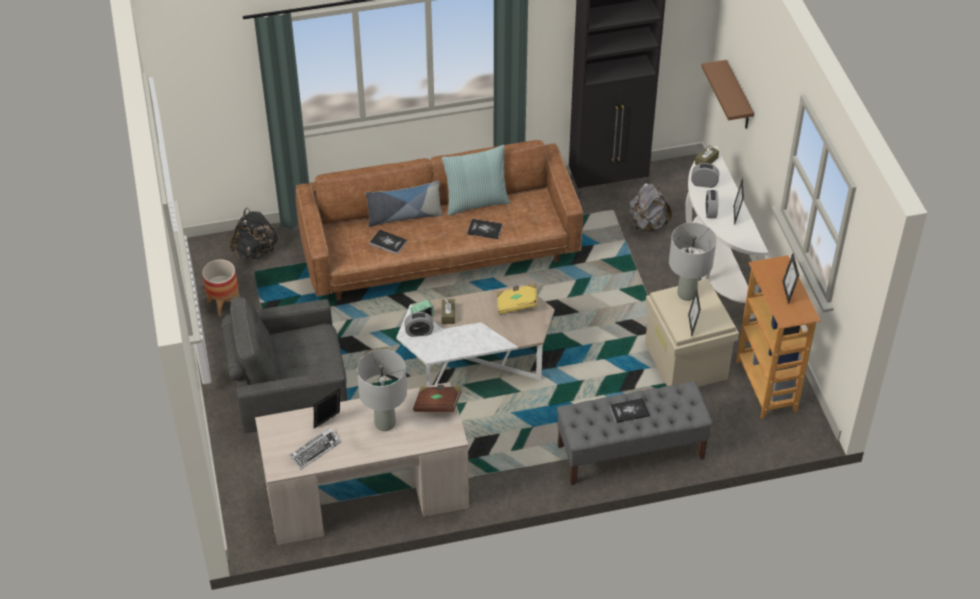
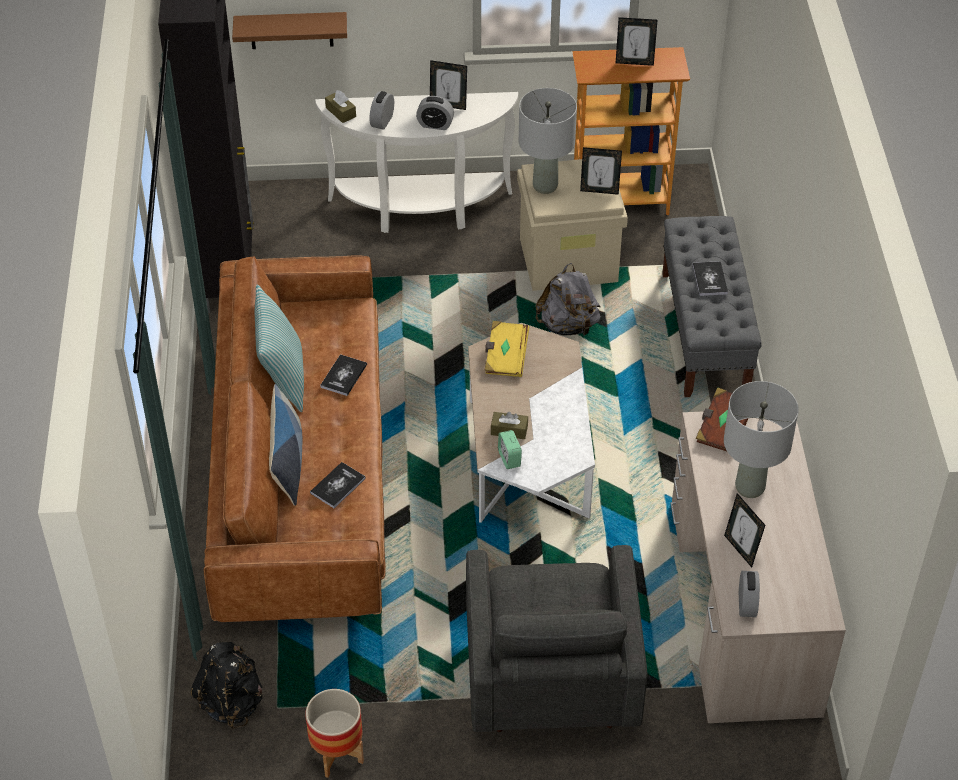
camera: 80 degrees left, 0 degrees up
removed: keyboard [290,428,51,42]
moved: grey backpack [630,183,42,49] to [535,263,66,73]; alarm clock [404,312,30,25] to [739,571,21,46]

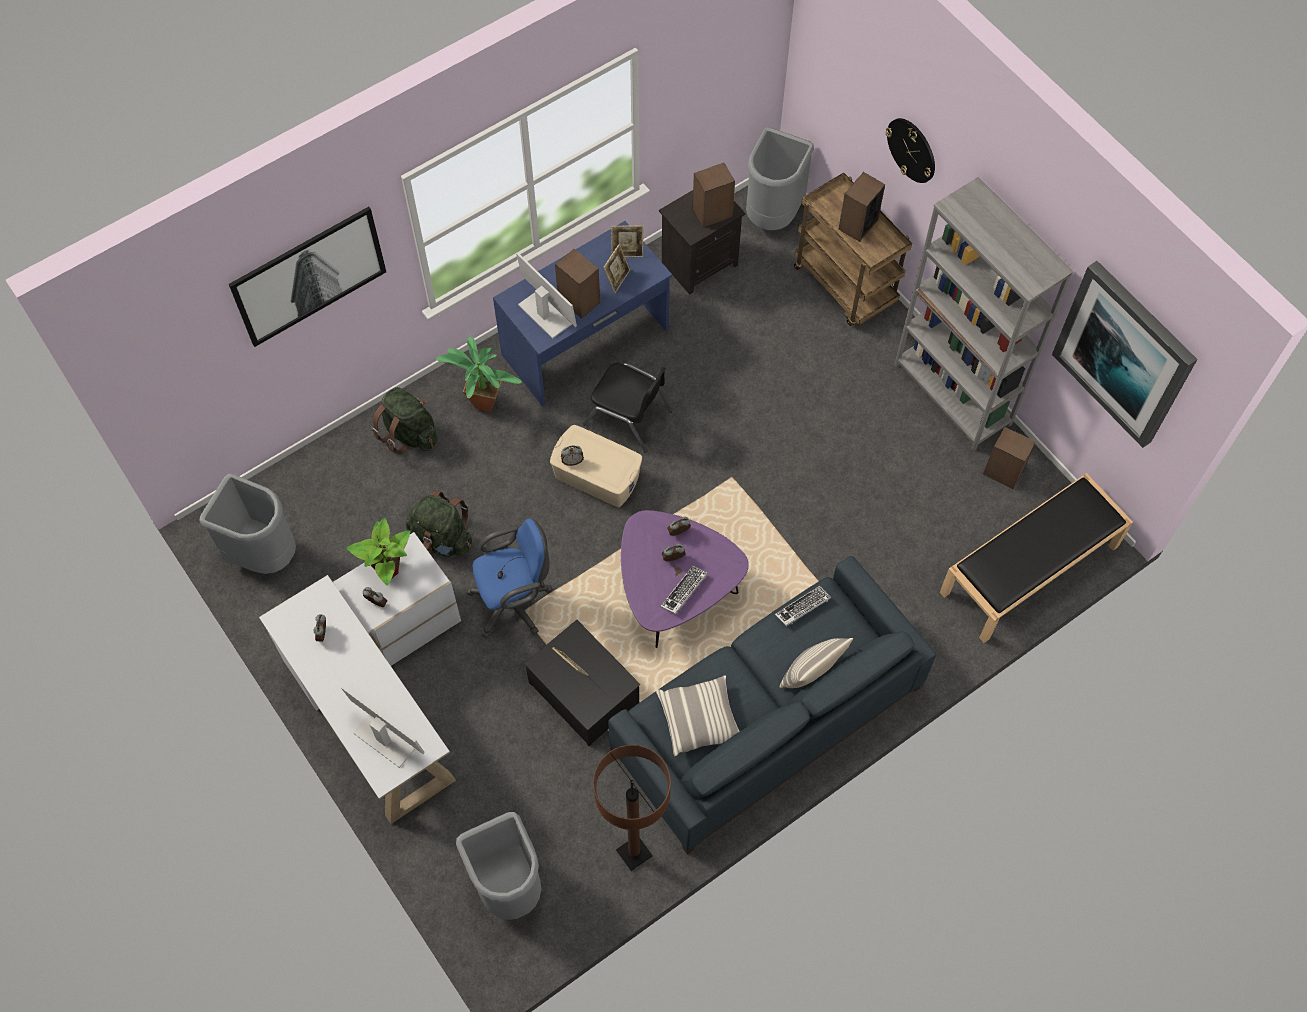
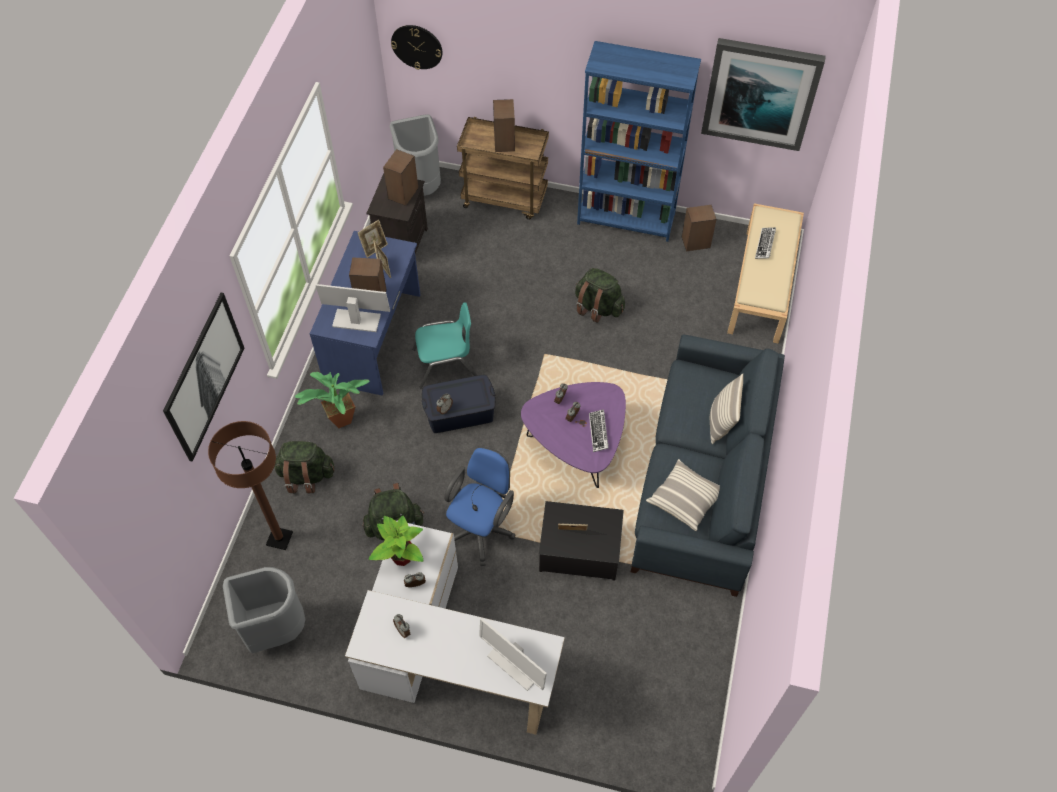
camera: 40 degrees left, 5 degrees down
removed: grey trash can [456,812,86,108]
added: green backpack [575,268,50,55]
moved: brown floor lamp [593,745,78,126] to [208,421,85,129]; wall clock [886,118,49,65] to [391,25,52,45]; keyboard [775,586,56,40] to [755,227,21,32]
recoloured: black chair [583,363,89,90] to turquoise chair [412,302,66,87]; beige storage box [550,425,92,82] to blue storage box [422,375,73,58]; grey bookcase [894,177,180,274] to blue bookcase [577,41,124,201]; black bench [940,473,193,170] to beige bench [727,203,77,141]
turned: monitor [340,686,85,82] = [479,618,68,73] 135 degrees counterclockwise

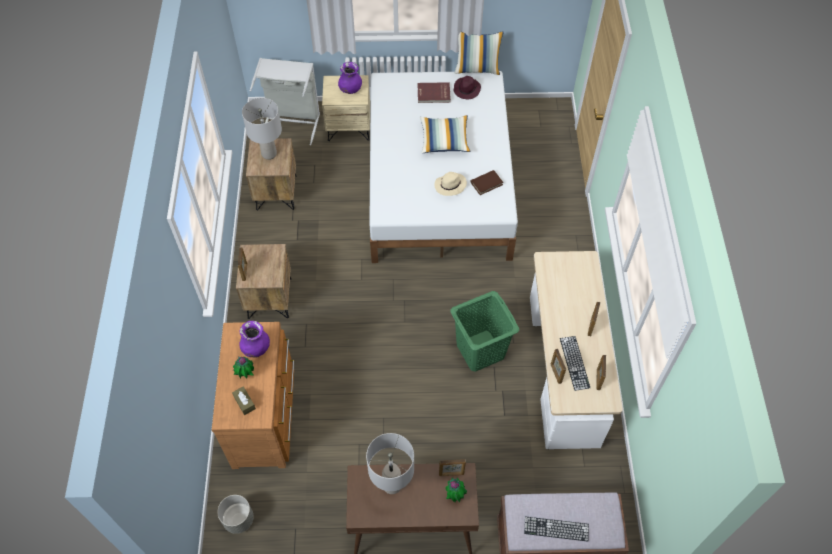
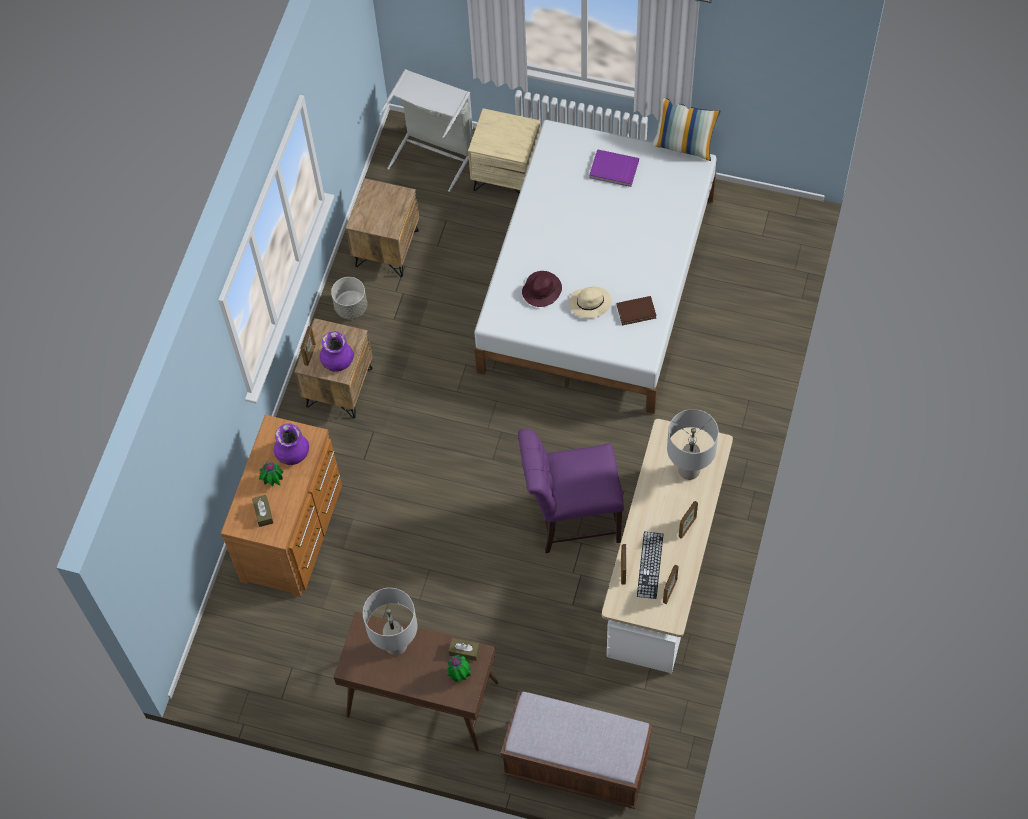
camera: 20 degrees right, 5 degrees up
removed: pillow [420,115,51,38]; keyboard [524,516,65,25]
moved: purple vase [338,62,24,32] to [320,331,34,41]; grey planter [218,495,36,39] to [331,277,36,42]; purple hat [453,76,28,24] to [522,271,40,36]; grey table lamp [242,98,40,62] to [667,409,52,71]
replaced: picture frame [439,459,27,17] to brown tissue box [449,638,31,23]; green laundry basket [450,291,69,81] to purple chair [518,429,106,124]
recoloured: red book [418,82,33,21] to purple book [589,149,50,38]

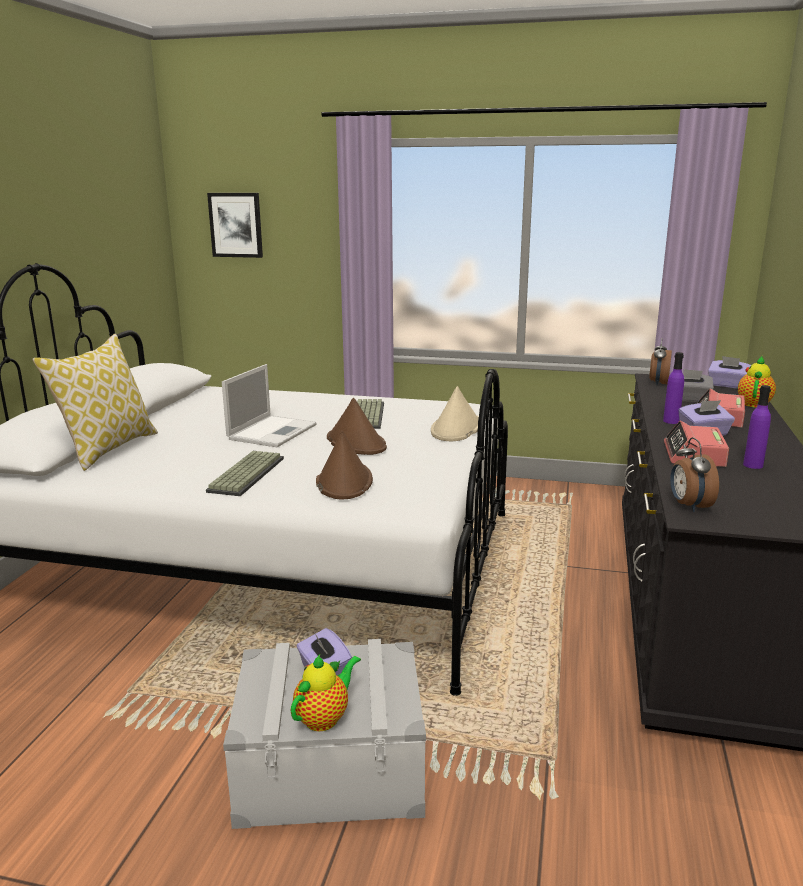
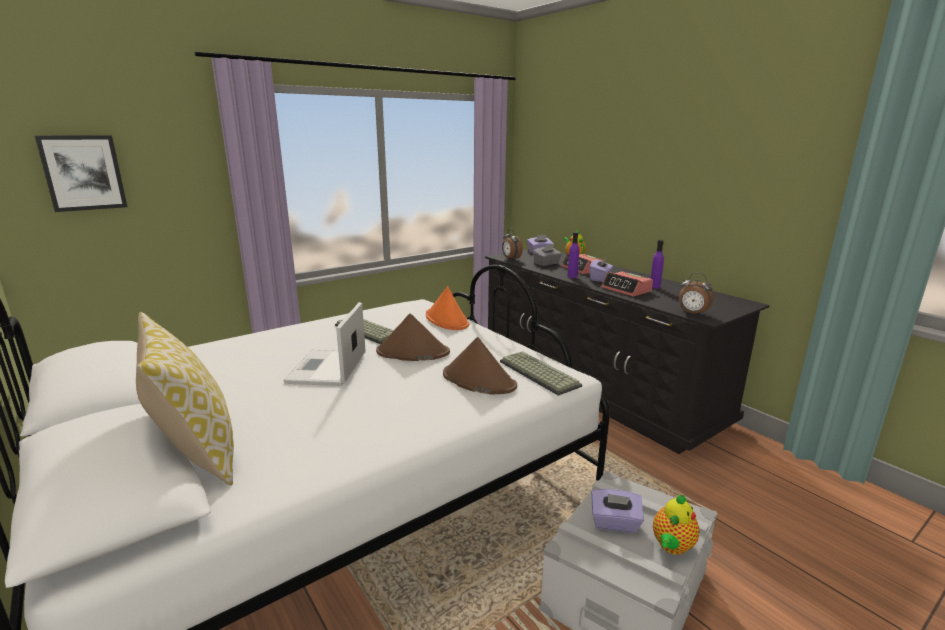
camera: 50 degrees left, 0 degrees up
moved: keyboard [206,451,78,45] to [500,351,82,45]
recoloured: beige hat [431,386,48,55] to orange hat [426,286,43,44]
turned: laptop [222,364,95,83] = [284,302,82,84] 150 degrees counterclockwise; teapot [291,655,70,76] = [653,495,47,60] 135 degrees counterclockwise

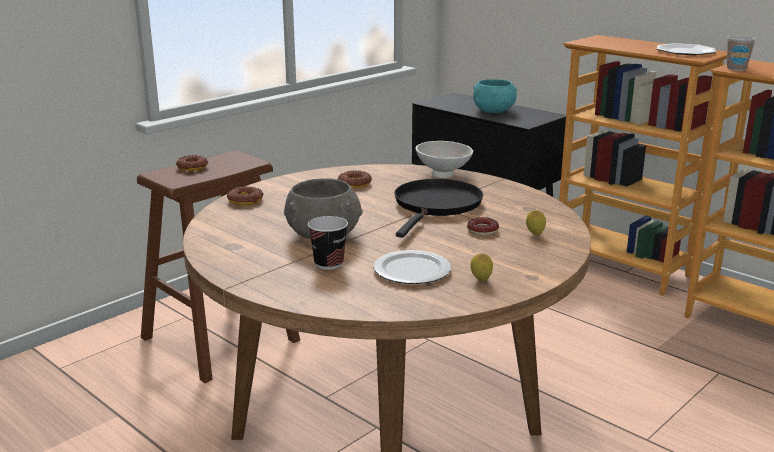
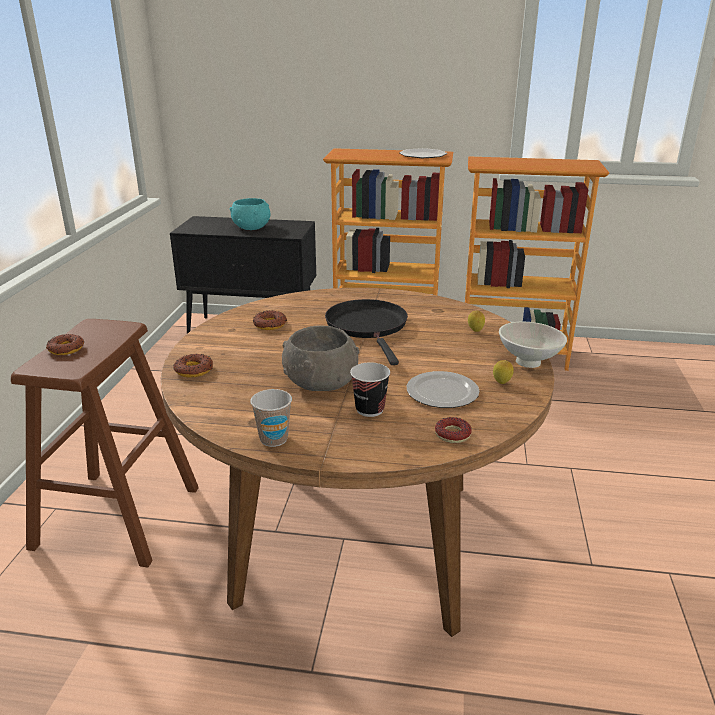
camera: 35 degrees left, 5 degrees up
moved: cup [727,36,29,35] to [250,389,42,58]; donut [467,217,32,19] to [435,417,37,26]; white bowl [415,141,58,37] to [499,322,68,46]

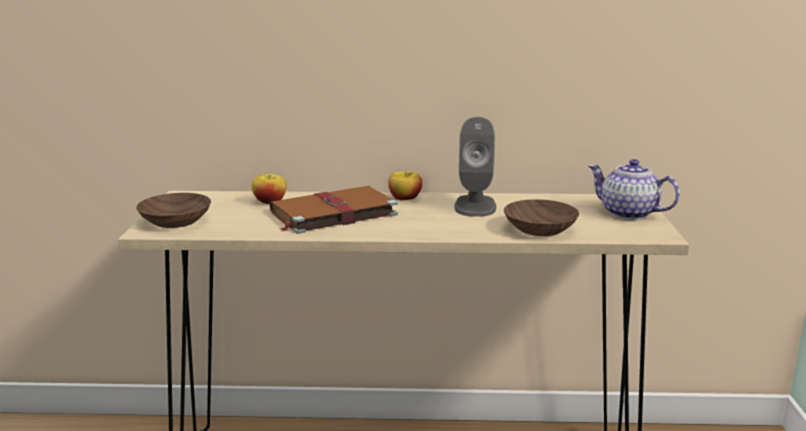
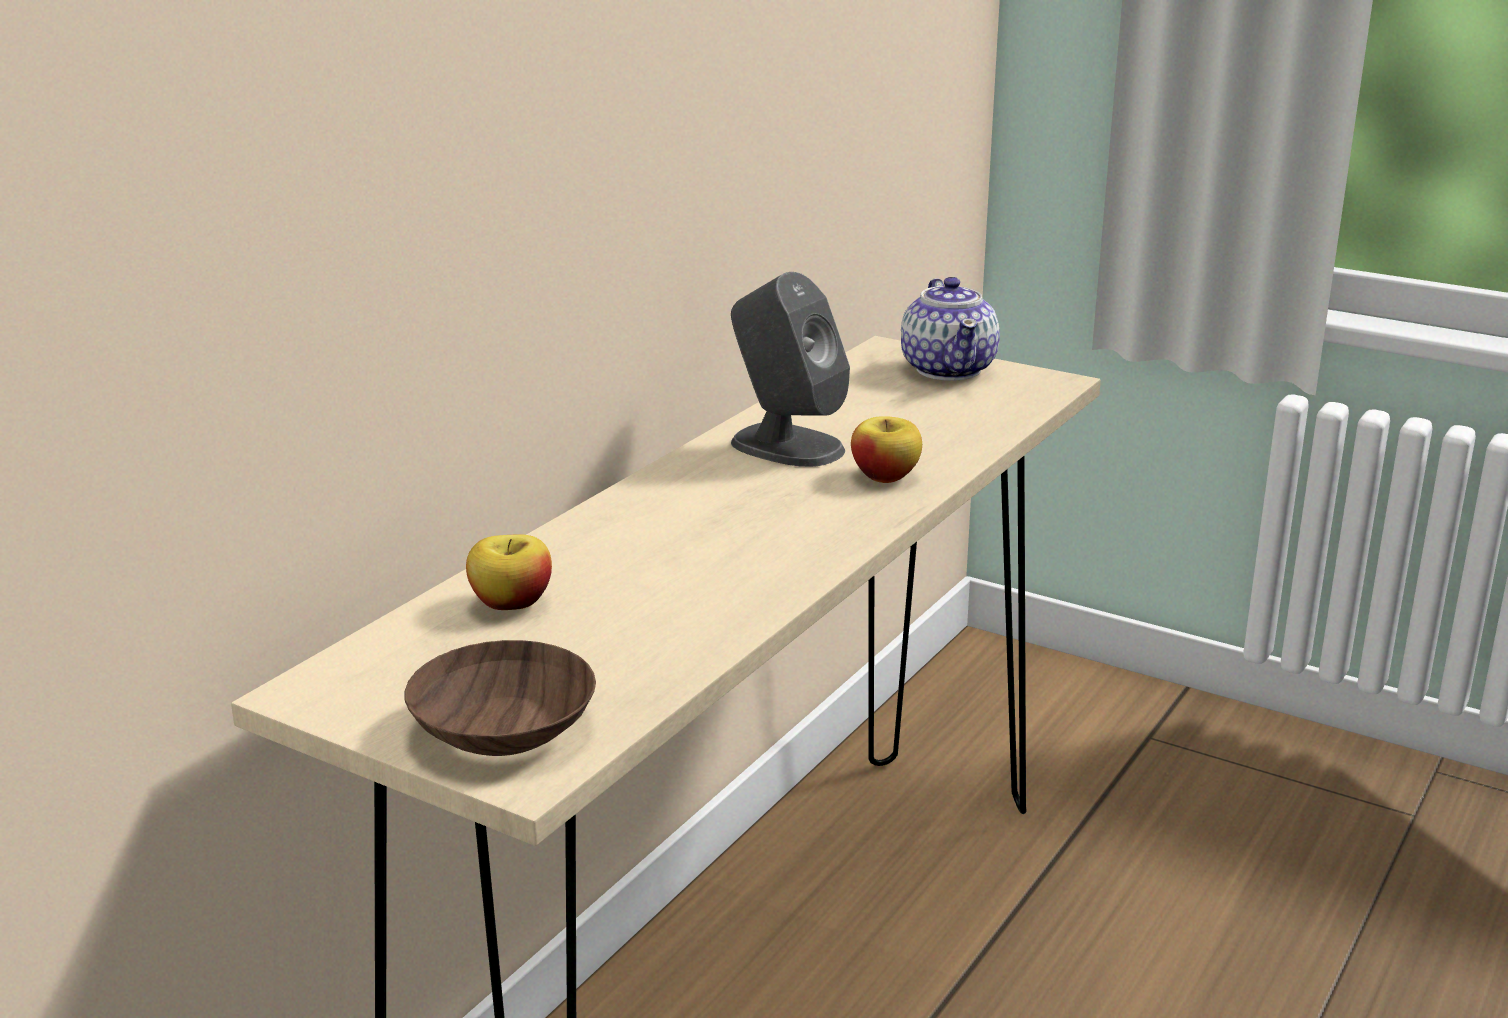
camera: 60 degrees left, 5 degrees up
removed: brown book [270,186,128,48]; brown bowl [504,199,75,37]
moved: apple [389,171,33,29] to [851,416,71,67]
turned: teapot [588,159,92,61] = [901,277,99,104] 75 degrees counterclockwise

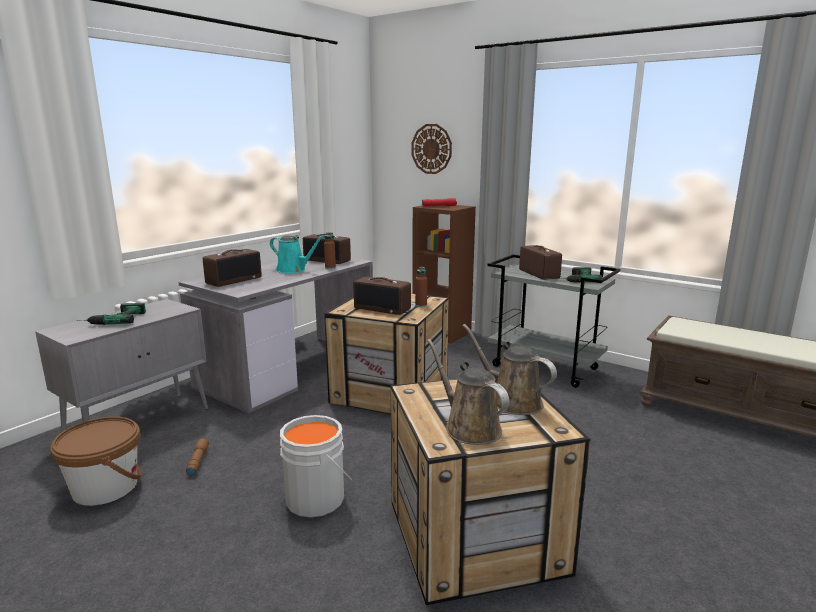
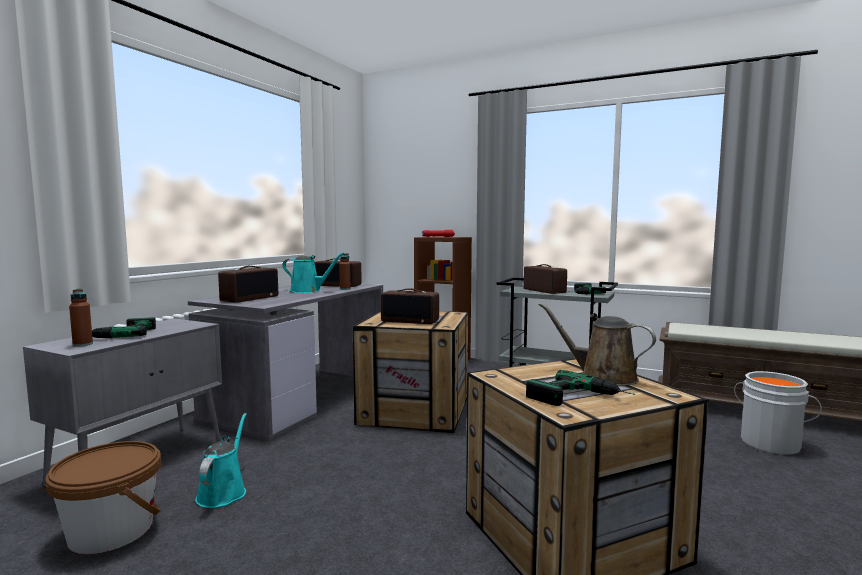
camera: 10 degrees left, 10 degrees down
removed: wall clock [412,124,40,50]
moved: brown bottle [415,267,12,40] to [69,289,24,58]; grey bucket [280,415,72,102] to [734,371,88,84]
replaced: brown flashlight [186,438,23,38] to turquoise watering can [195,413,52,95]; brown watering can [427,339,82,106] to power drill [526,370,109,36]

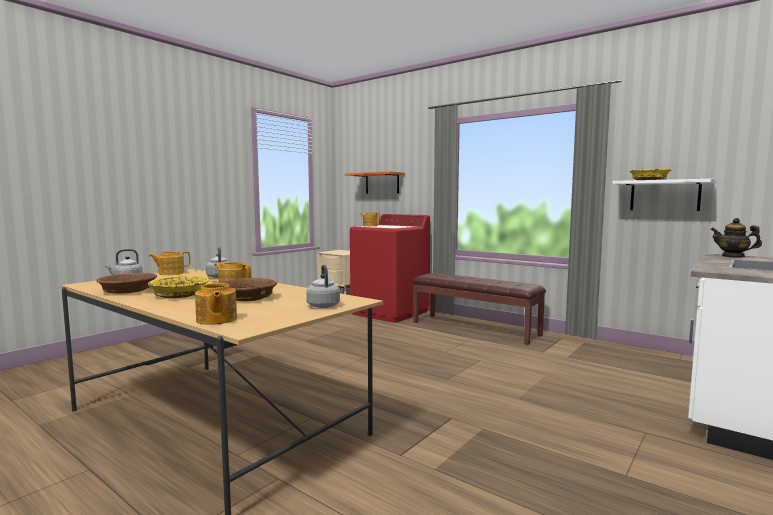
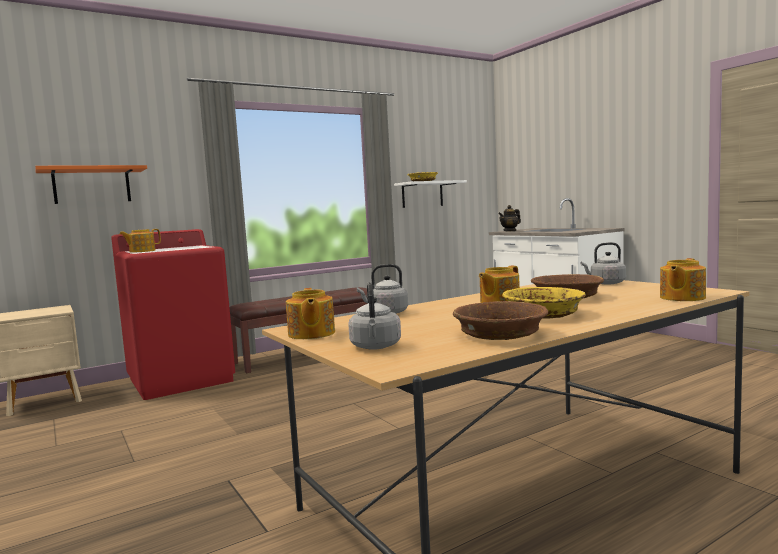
camera: 70 degrees left, 0 degrees up
turned: teapot [195,281,42,44] = [660,258,46,43] 135 degrees clockwise

